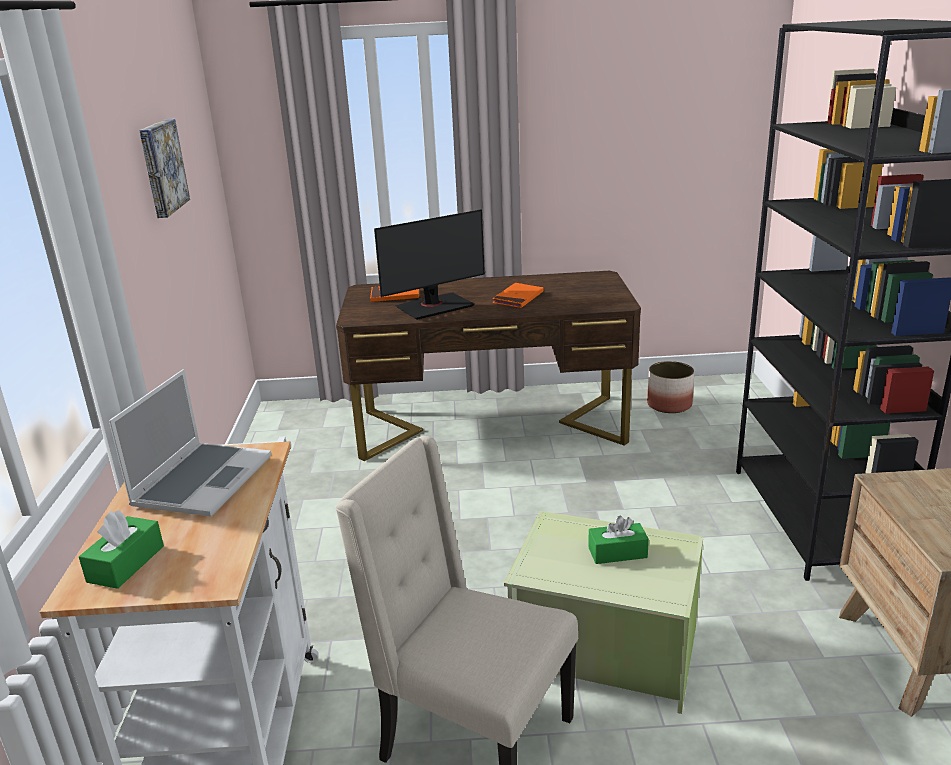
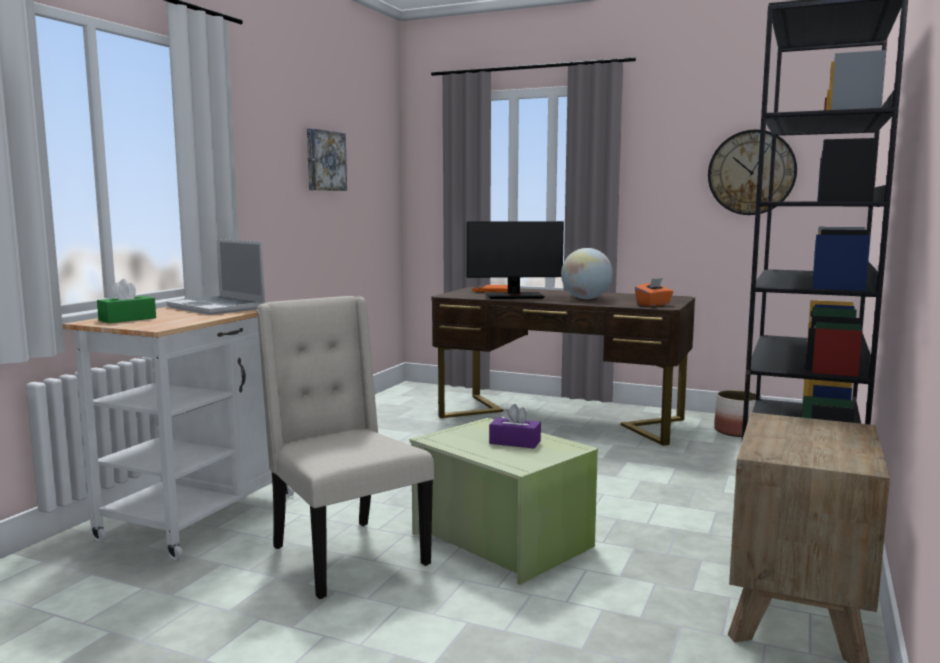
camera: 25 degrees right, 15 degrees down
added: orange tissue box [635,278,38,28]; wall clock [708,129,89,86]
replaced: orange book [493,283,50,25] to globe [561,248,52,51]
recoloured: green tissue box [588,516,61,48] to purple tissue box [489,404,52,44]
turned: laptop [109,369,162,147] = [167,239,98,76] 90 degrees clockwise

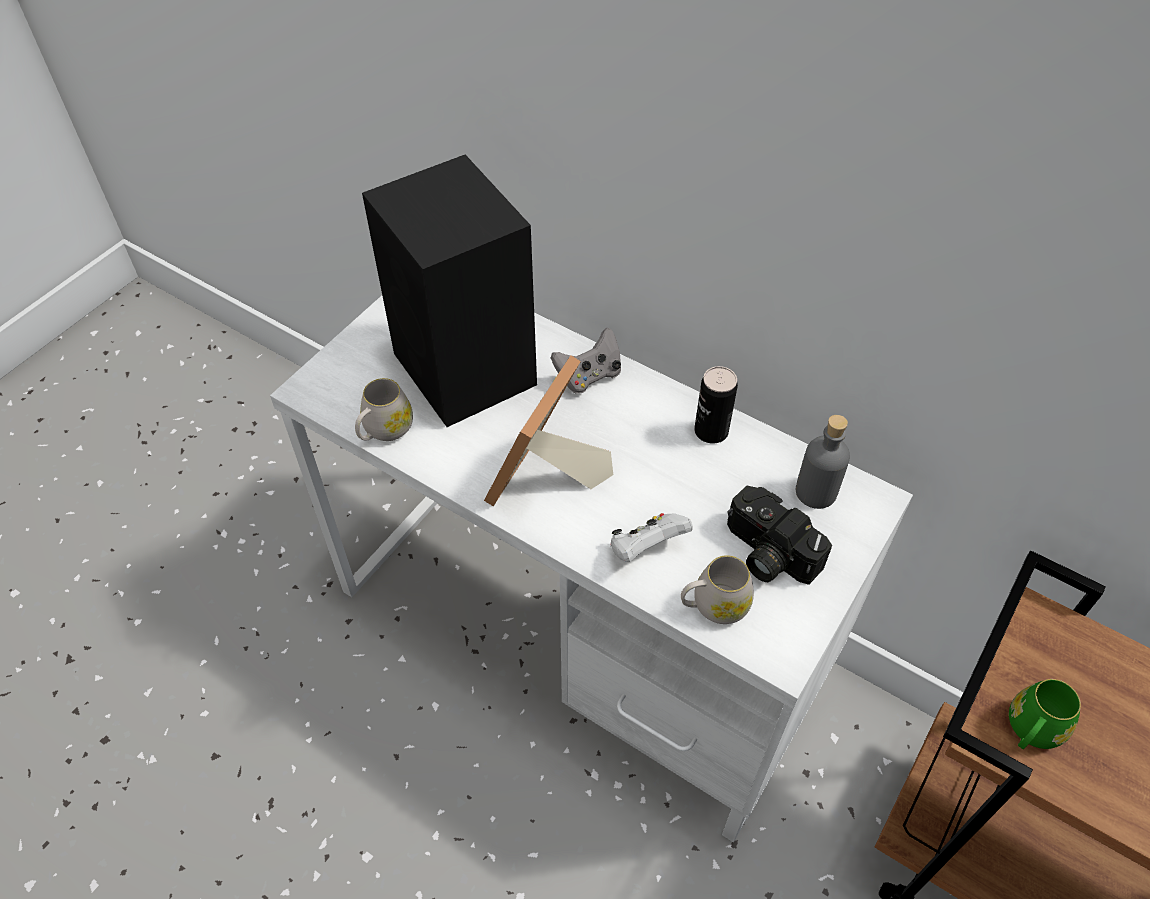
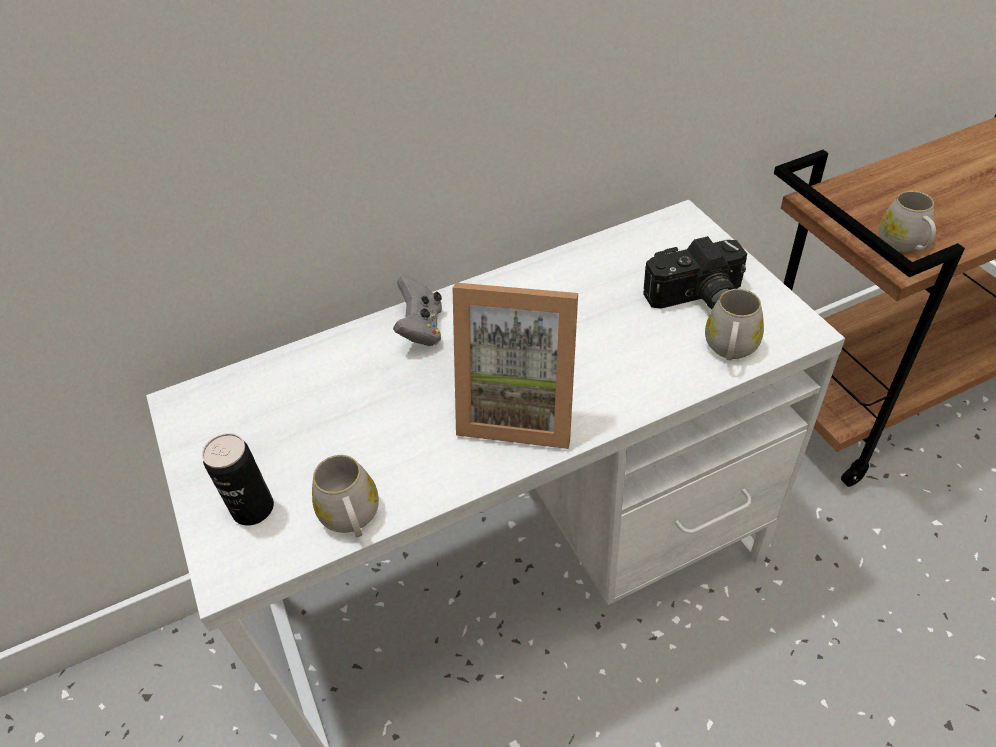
camera: 55 degrees left, 5 degrees down
removed: black speaker [362,154,175,273]; white game controller [611,513,82,49]; grey bottle [796,415,54,94]
moved: can [694,366,44,78] to [202,433,72,92]
recoloured: green mug [1009,679,72,70] to white mug [879,191,57,61]
turned: picture frame [484,355,129,152] = [453,283,125,166] 45 degrees counterclockwise

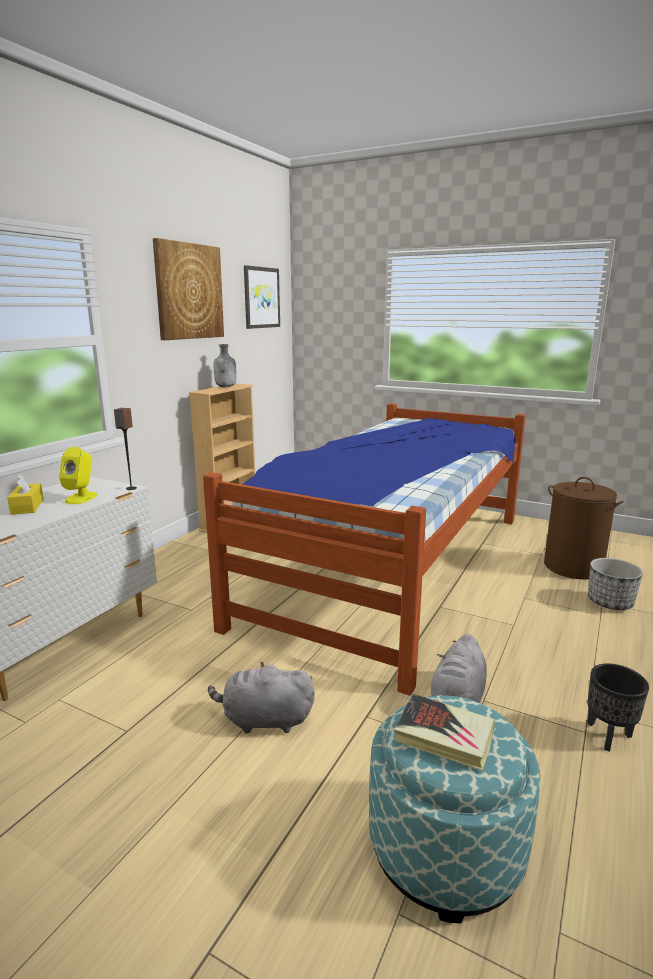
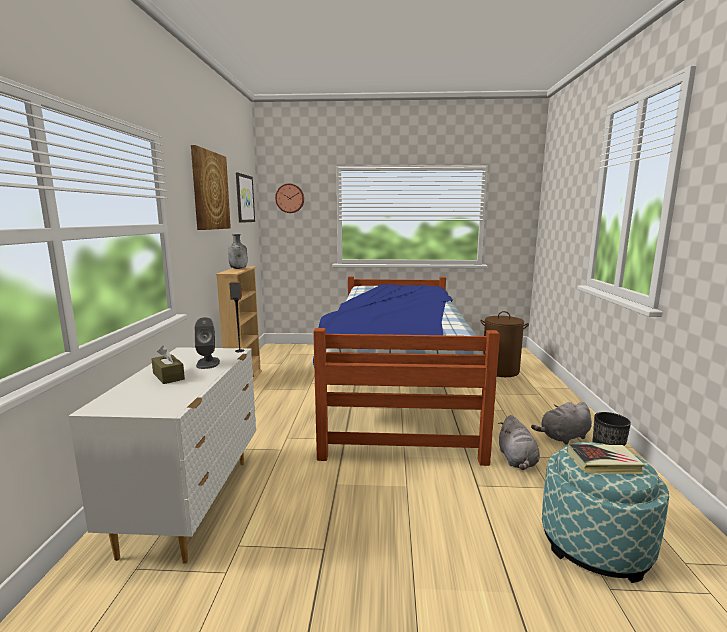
camera: 25 degrees left, 5 degrees down
removed: planter [588,558,55,52]
added: wall clock [275,184,29,29]
moved: grey plush toy [208,661,107,73] to [531,402,61,43]
recoloured: yellow tissue box [7,474,37,41] to brown tissue box [151,346,34,38]; yellow speaker [59,447,38,57] to grey speaker [195,317,25,52]

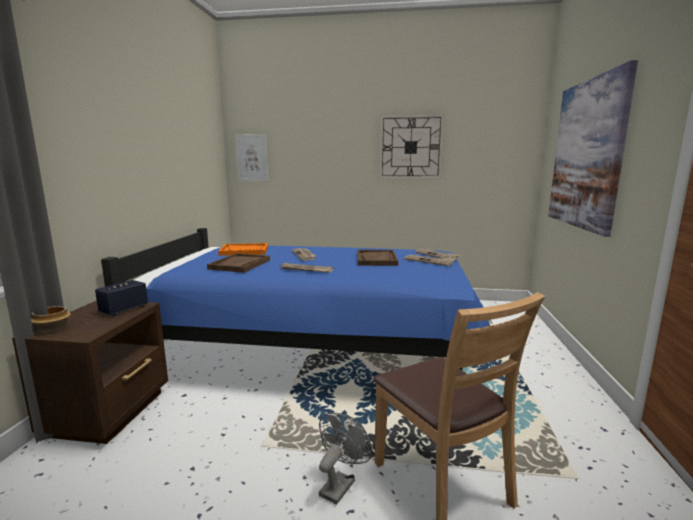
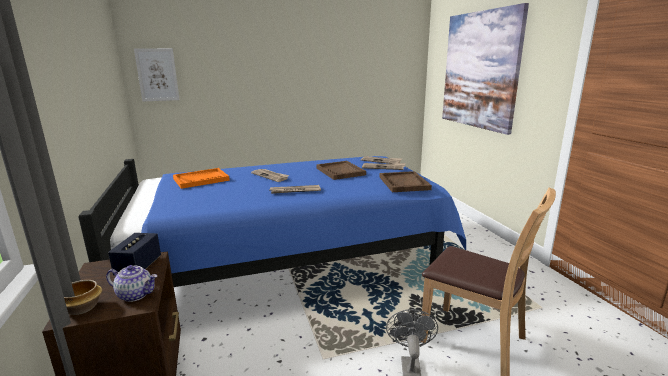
camera: 25 degrees left, 5 degrees up
removed: wall clock [380,115,64,64]
added: teapot [106,265,51,37]
moved: brown tray [207,253,63,20] to [380,171,52,21]

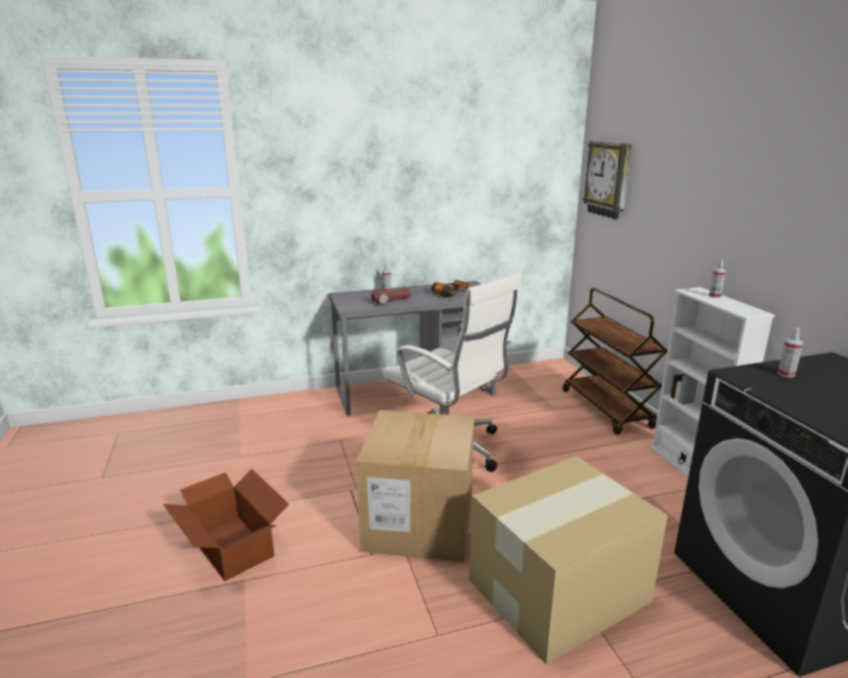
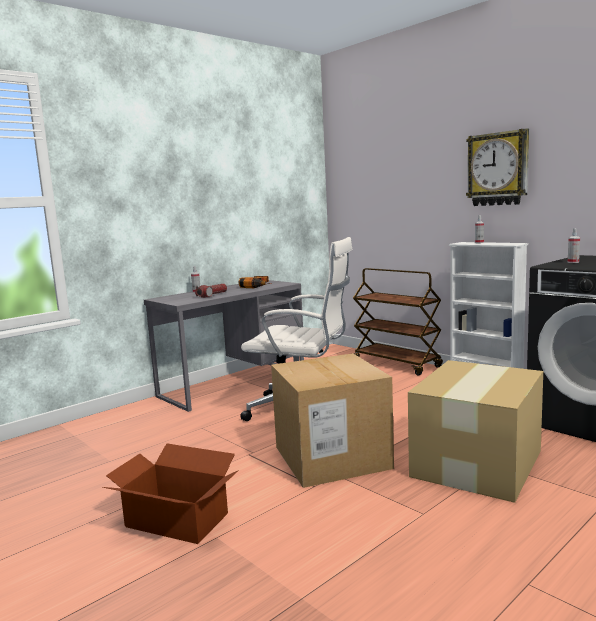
camera: 25 degrees left, 10 degrees down
moved: wall clock [583,141,49,78] to [466,128,63,78]

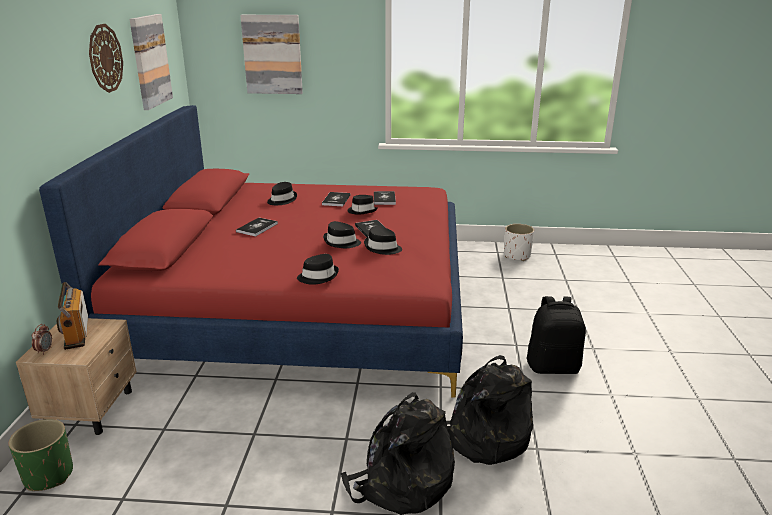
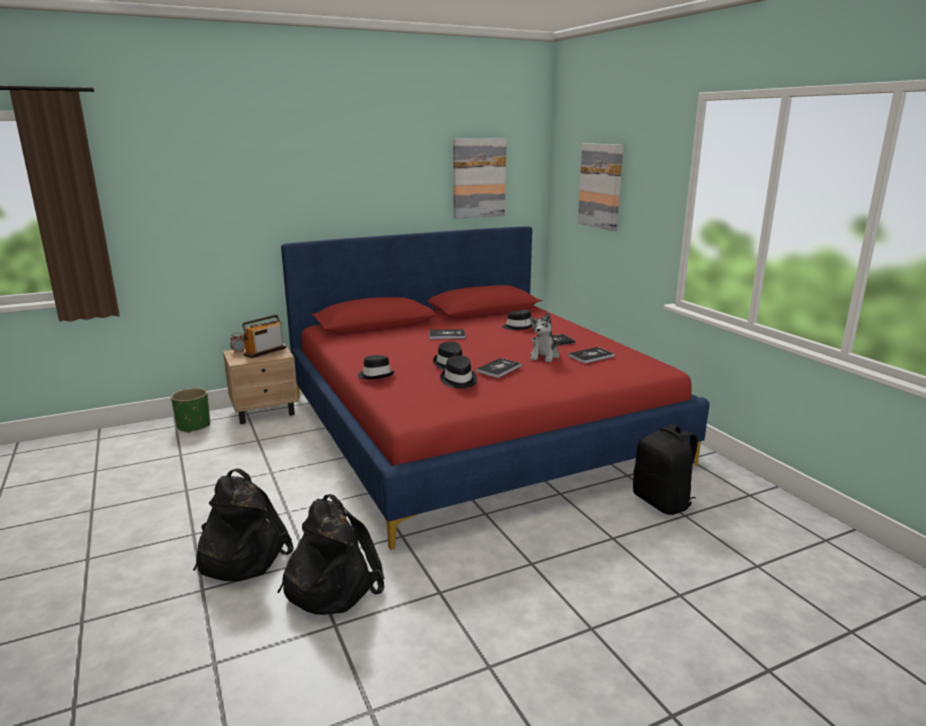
camera: 60 degrees right, 5 degrees down
removed: wall clock [89,24,34,69]; white planter [504,224,30,37]
moved: black backpack [527,296,59,78] to [633,424,65,91]
replaced: black hat [348,195,30,20] to plush toy [530,313,29,49]

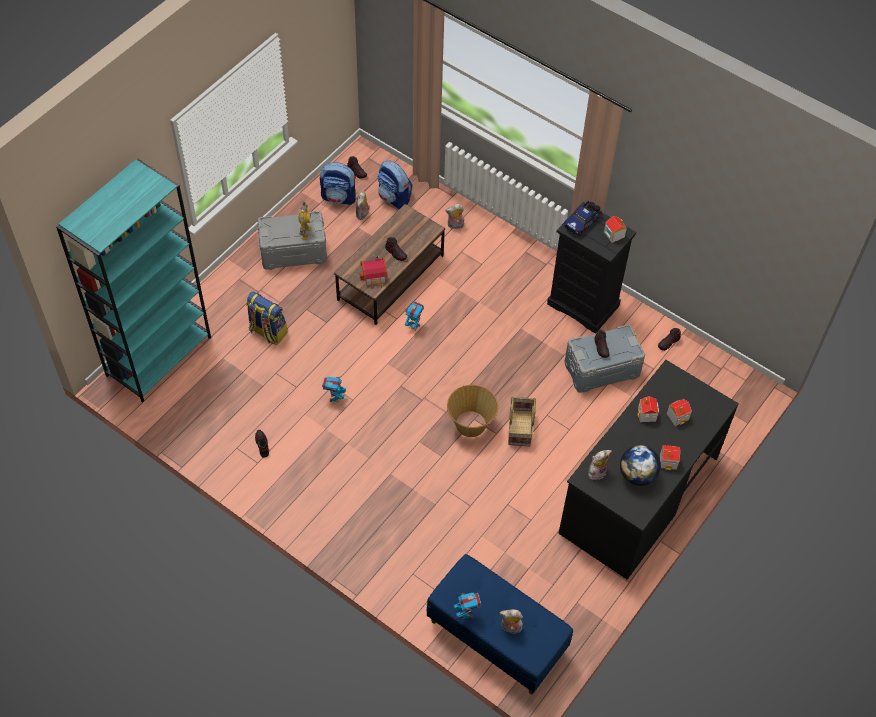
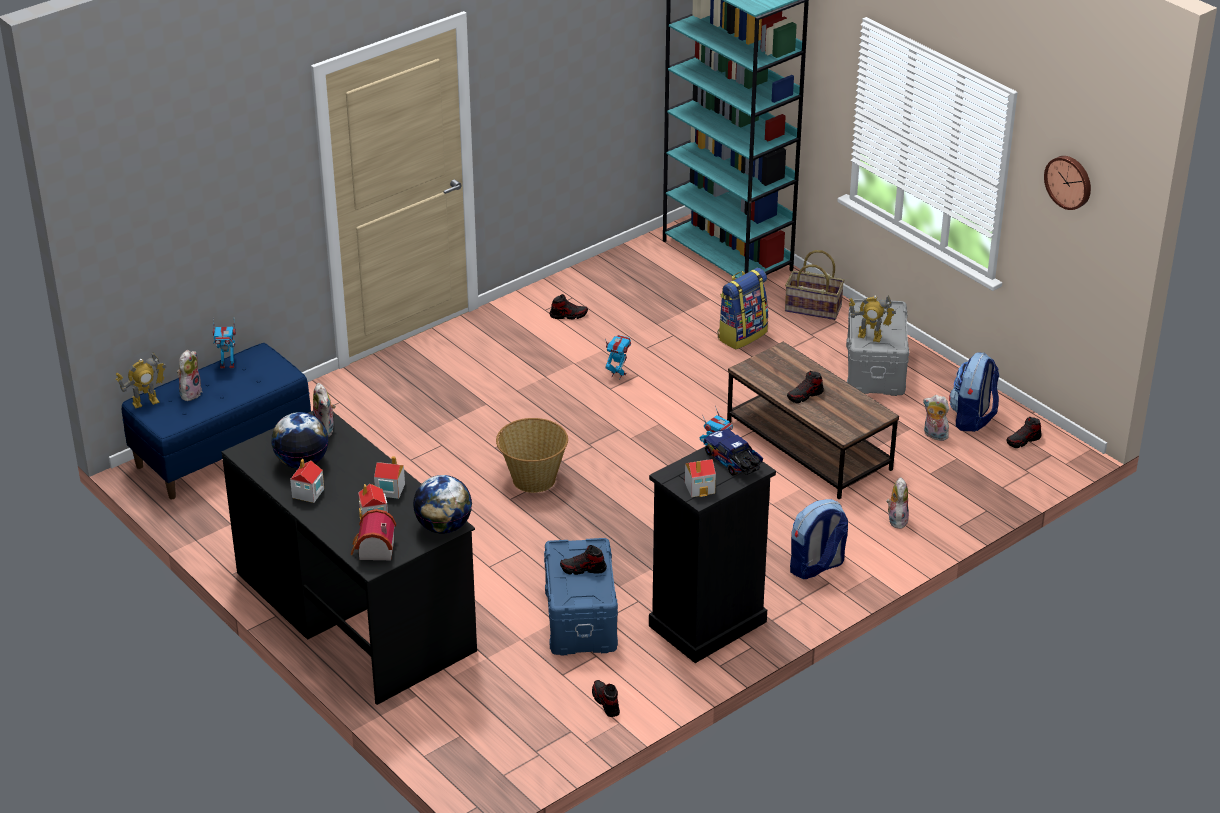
camera: 105 degrees right, 20 degrees down
added: toy robot [116,353,50,55]; globe [413,475,59,59]; wall clock [1044,156,47,54]
moved: toy house [360,256,27,33] to [351,509,45,51]; basket [508,396,28,50] to [785,250,60,70]; backpack [378,161,34,48] to [790,499,58,80]
recoloured: grey storage box [564,324,81,69] to blue storage box [544,538,74,118]

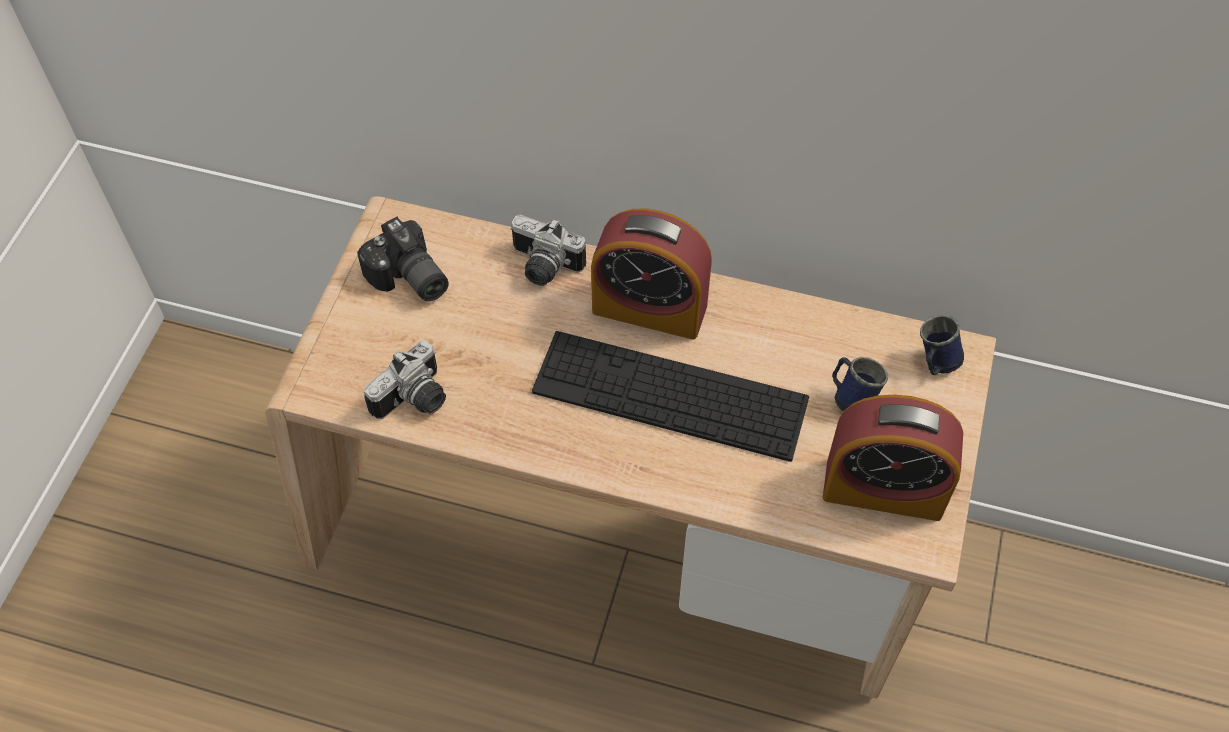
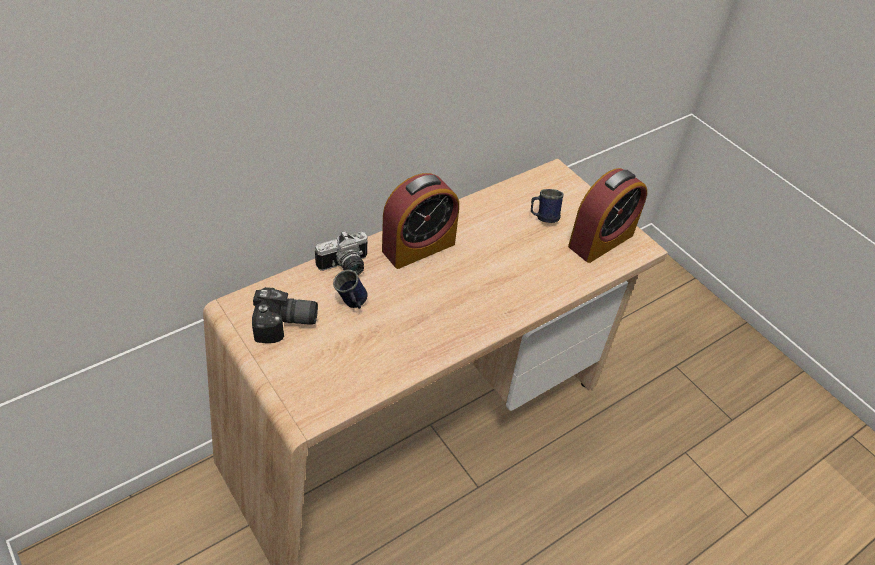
camera: 55 degrees left, 10 degrees down
removed: photo camera [364,341,82,78]; keyboard [532,331,277,131]
moved: blue mug [920,315,44,60] to [333,269,35,40]

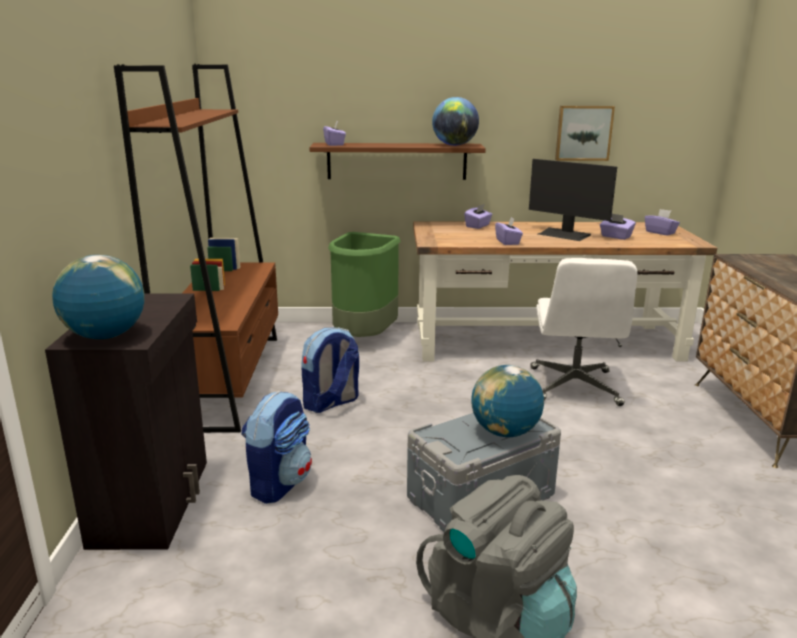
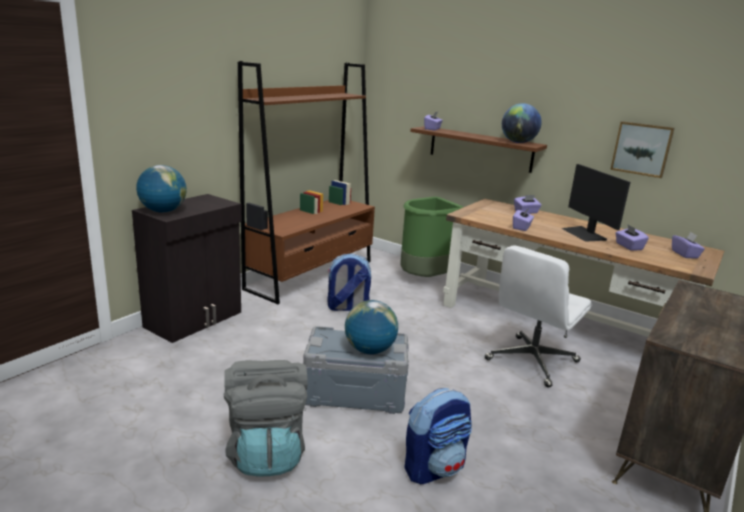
camera: 35 degrees right, 0 degrees up
moved: backpack [241,391,71,113] to [404,388,68,96]

